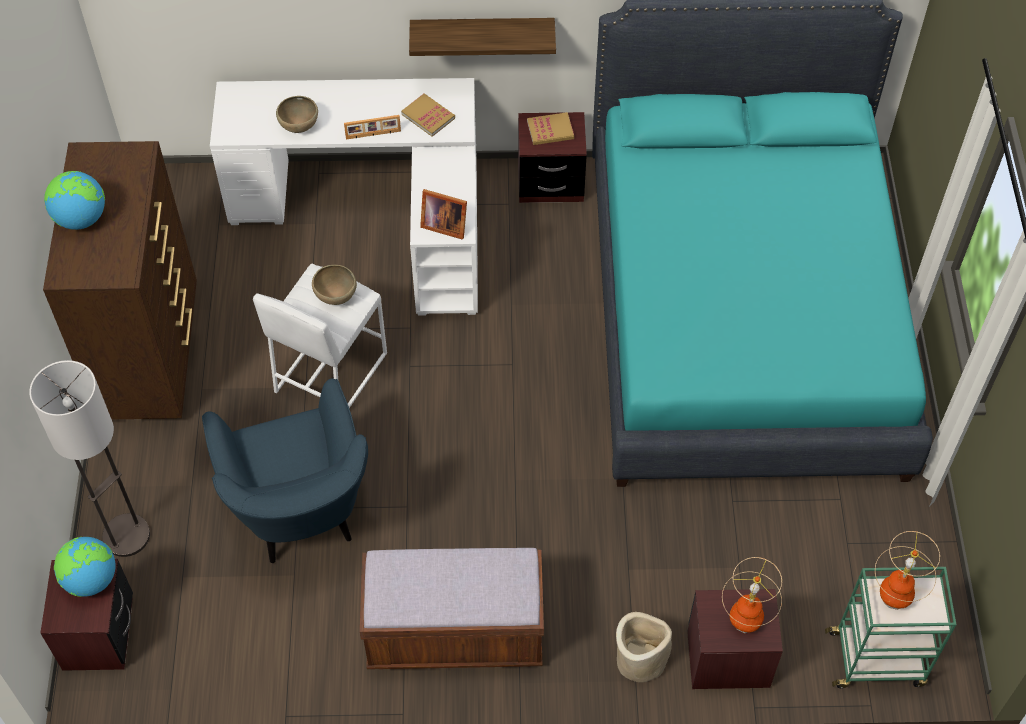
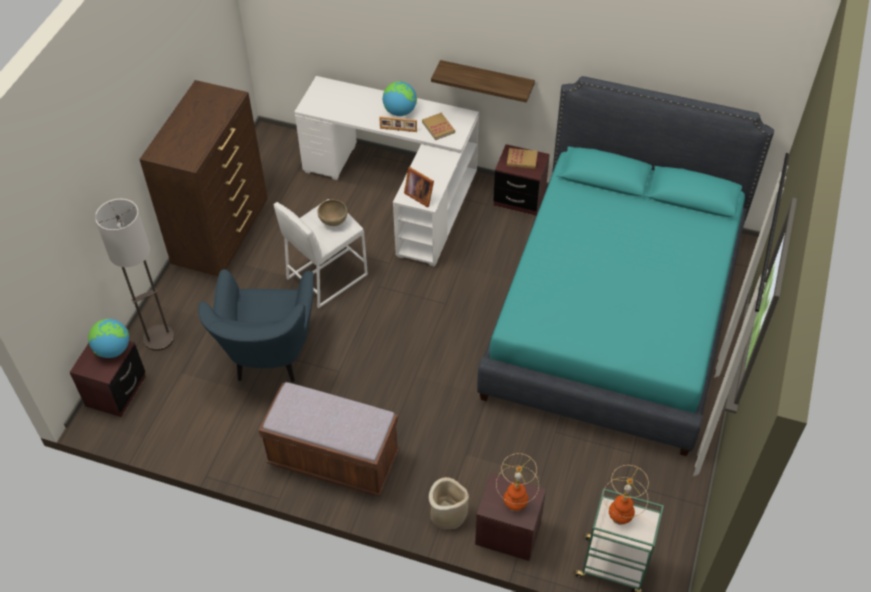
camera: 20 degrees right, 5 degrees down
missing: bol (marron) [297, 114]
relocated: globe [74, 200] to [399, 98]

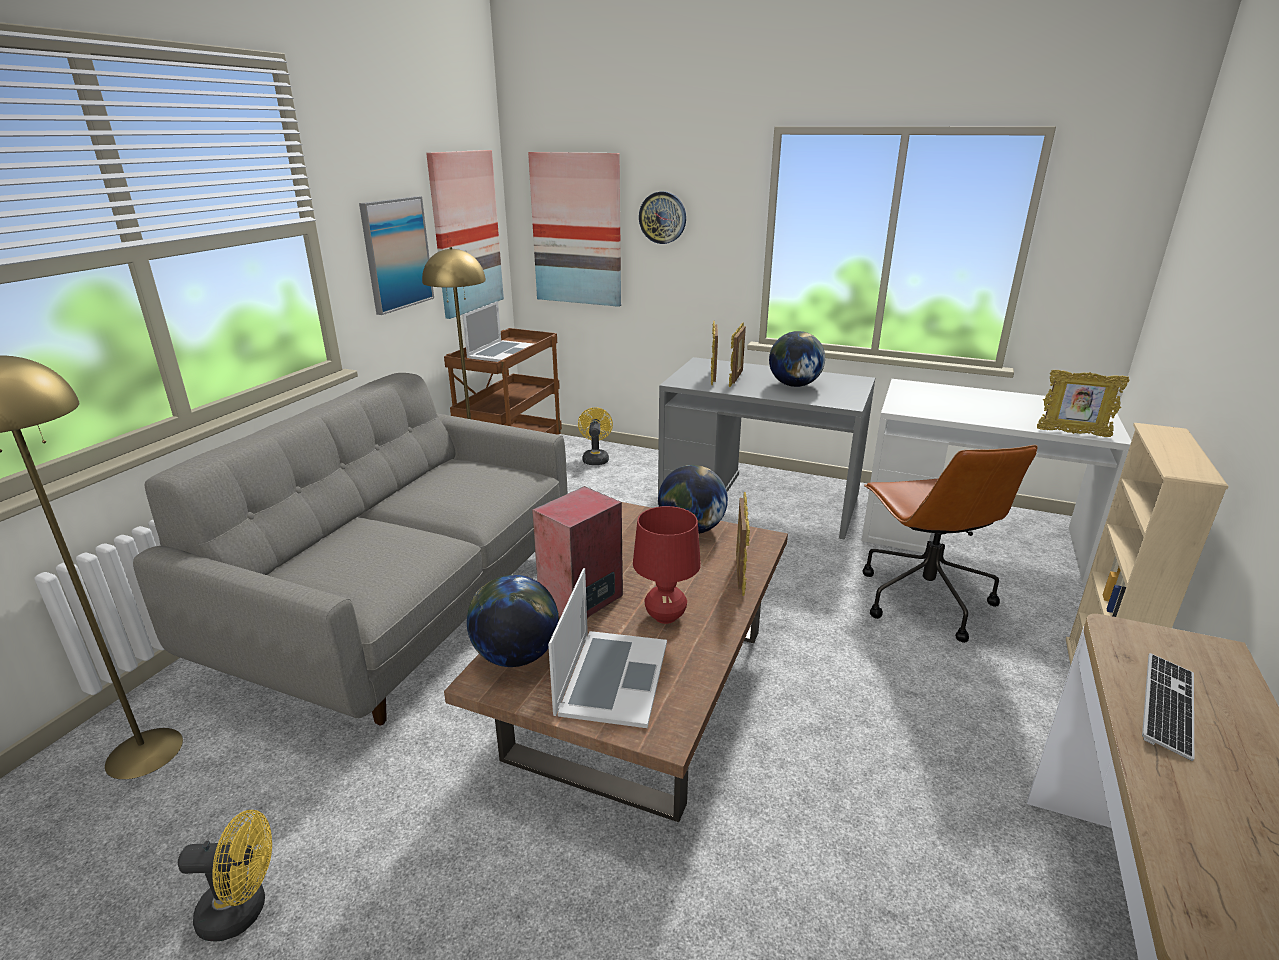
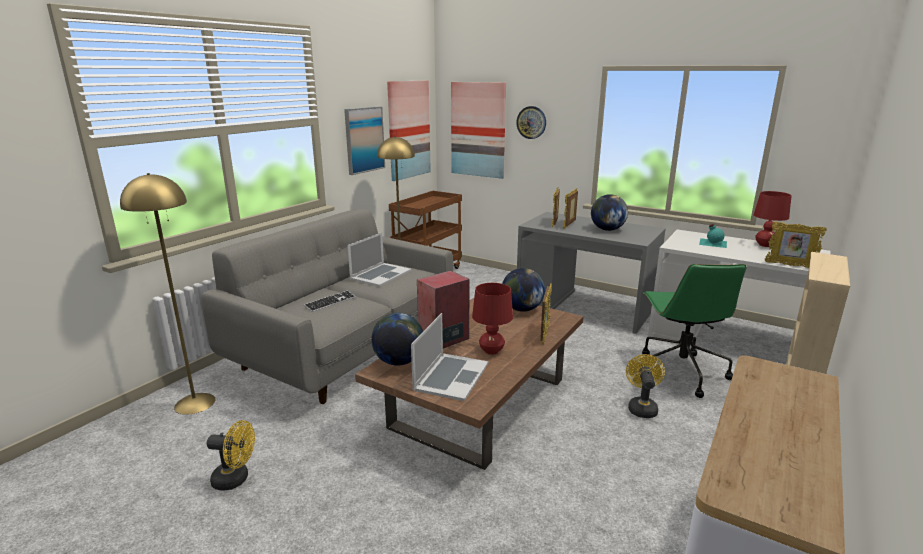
camera: 10 degrees right, 5 degrees down
appeared: bouteille (turquoise) [713, 236]; lampe de table (rouge) [773, 219]
relocated: clavier [1168, 707] to [330, 301]; ordinateur portable [498, 331] to [379, 260]; ventilateur (jaune) [595, 436] to [645, 386]
colour: chaise de bureau (marron) [950, 544] to chaise de bureau (vert) [694, 331]

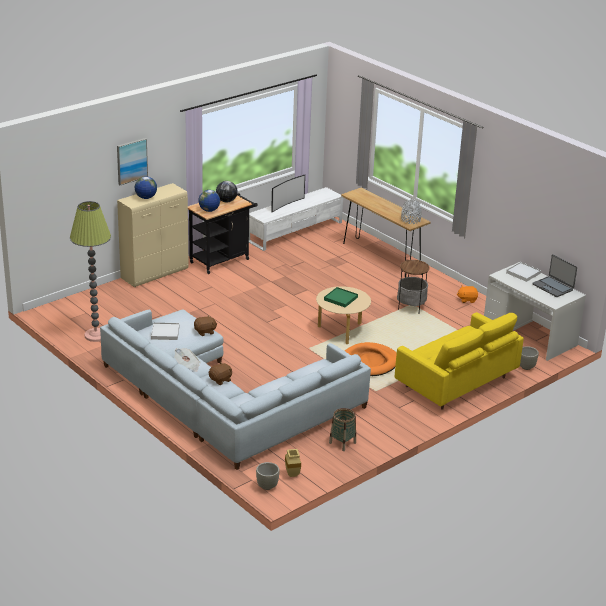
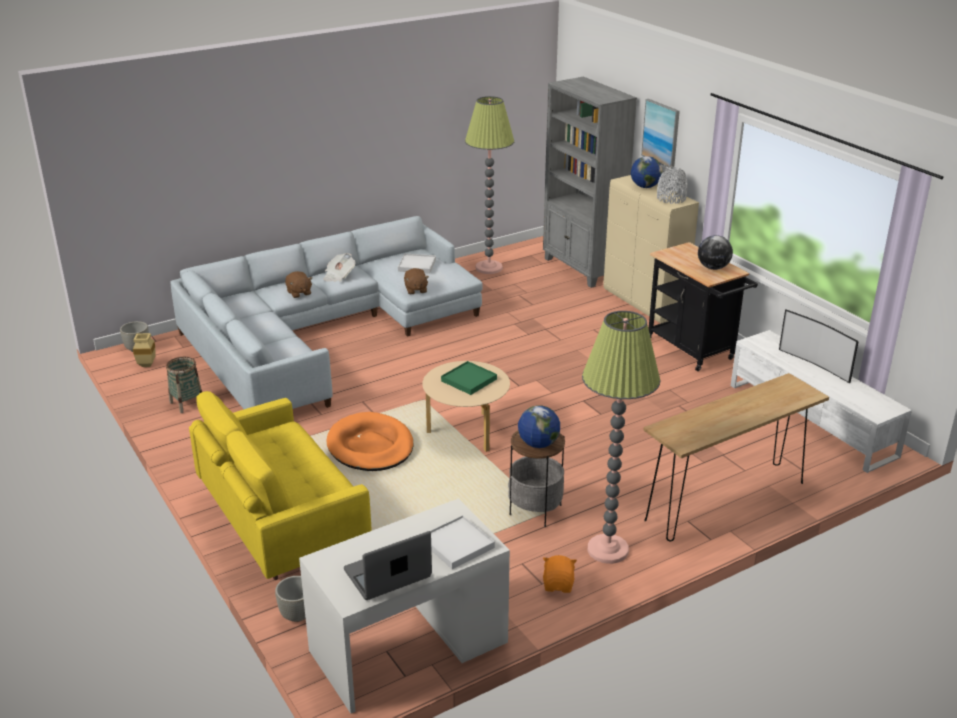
camera: 100 degrees right, 0 degrees up
appeared: bibliothèque (gris) [590, 182]; lampadaire [621, 437]
relocated: globe [209, 201] to [539, 426]; vase (gris) [411, 211] to [672, 185]

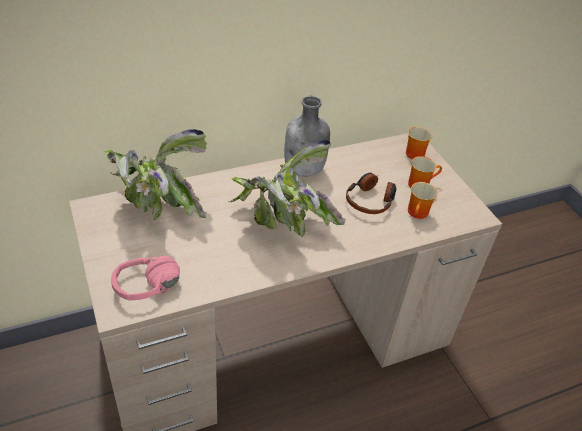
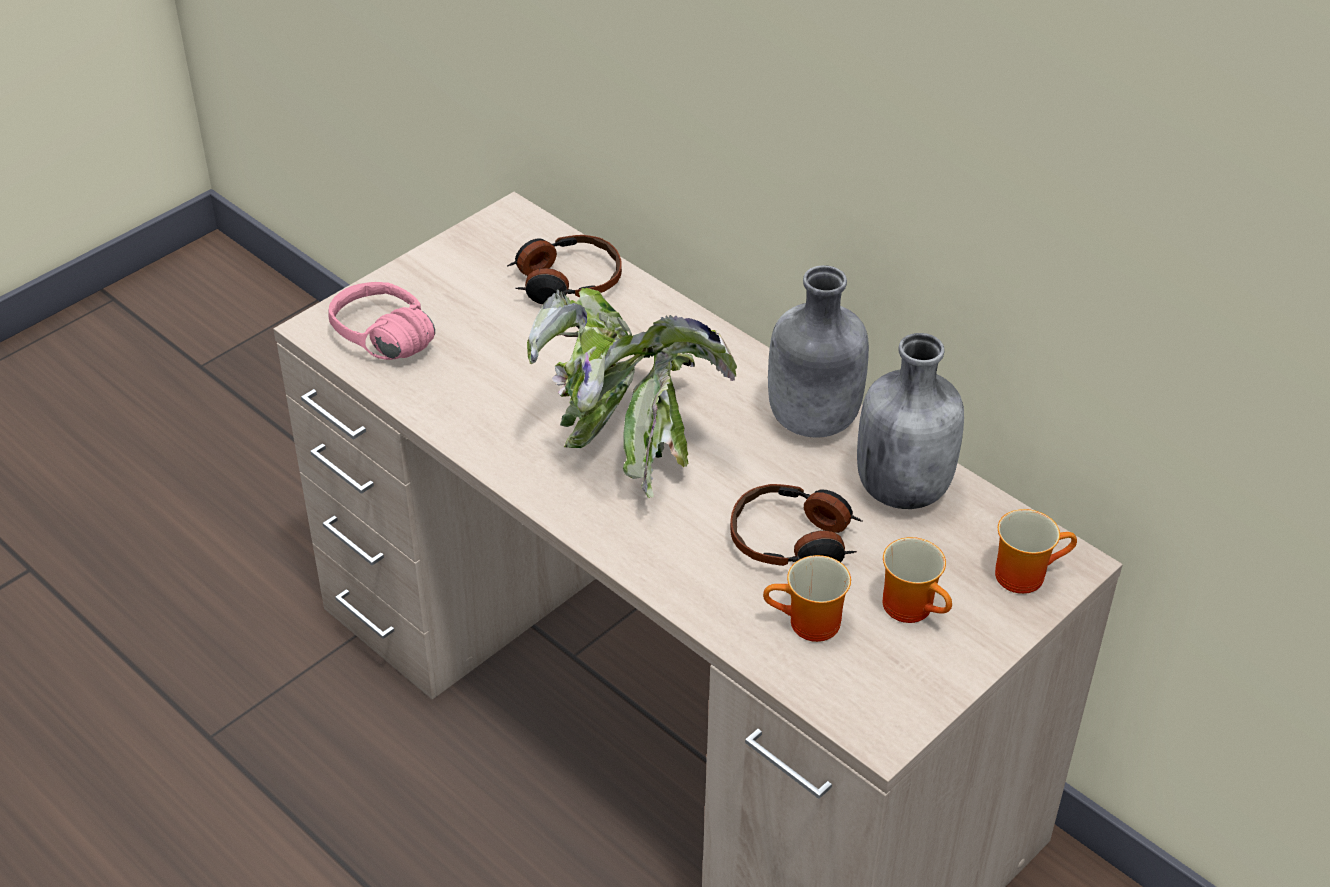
camera: 70 degrees right, 0 degrees up
appeared: bouteille (gris) [910, 421]
exchanged: plante en pot [155, 174] to casque audio [564, 269]

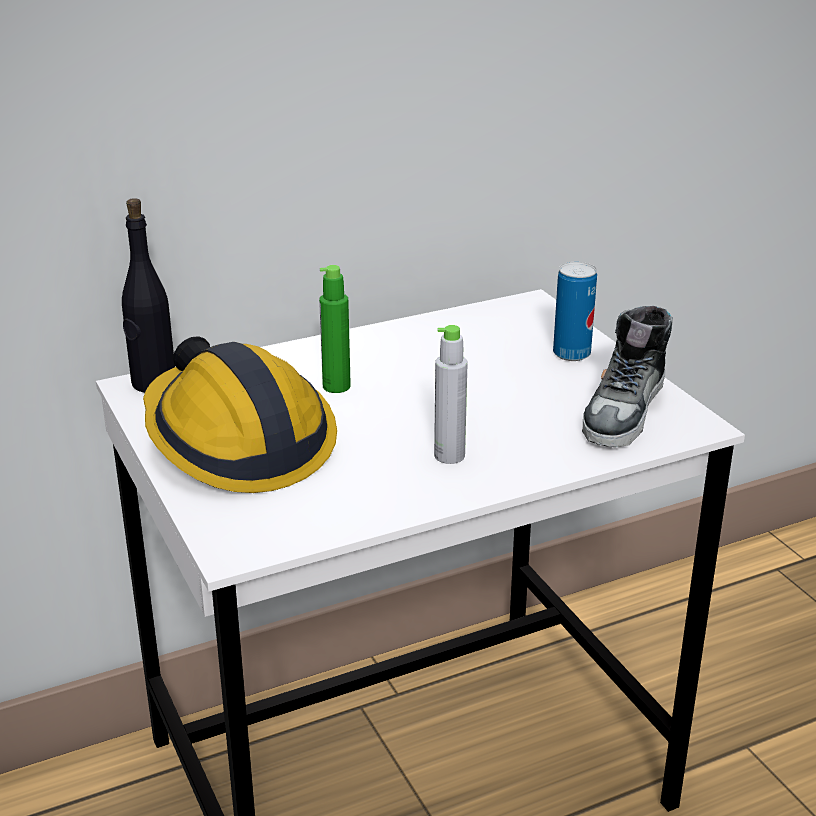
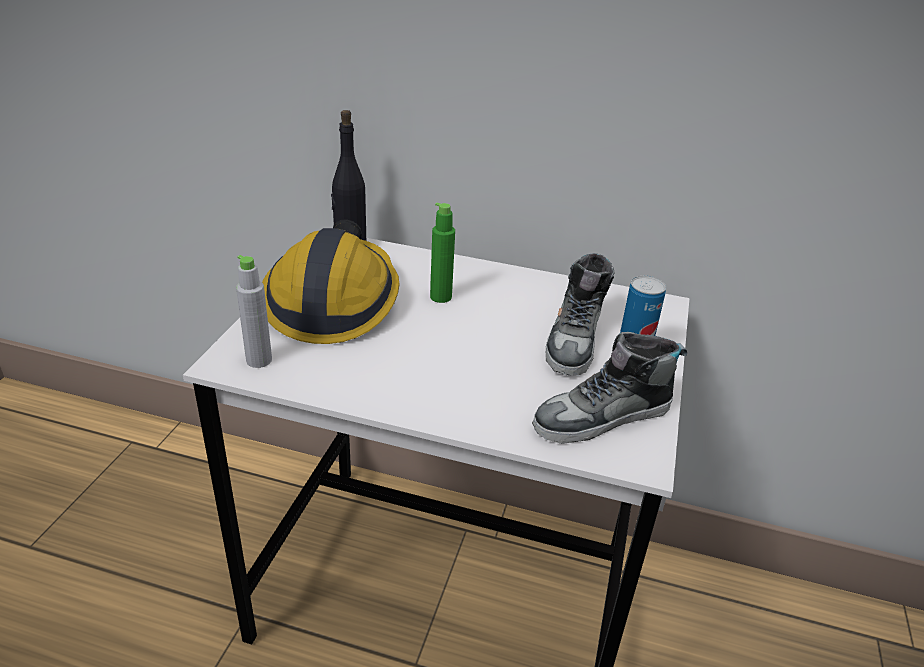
camera: 40 degrees right, 5 degrees up
appeared: chaussure [580, 314]
relocated: bouteille (gris) [451, 394] to [254, 311]

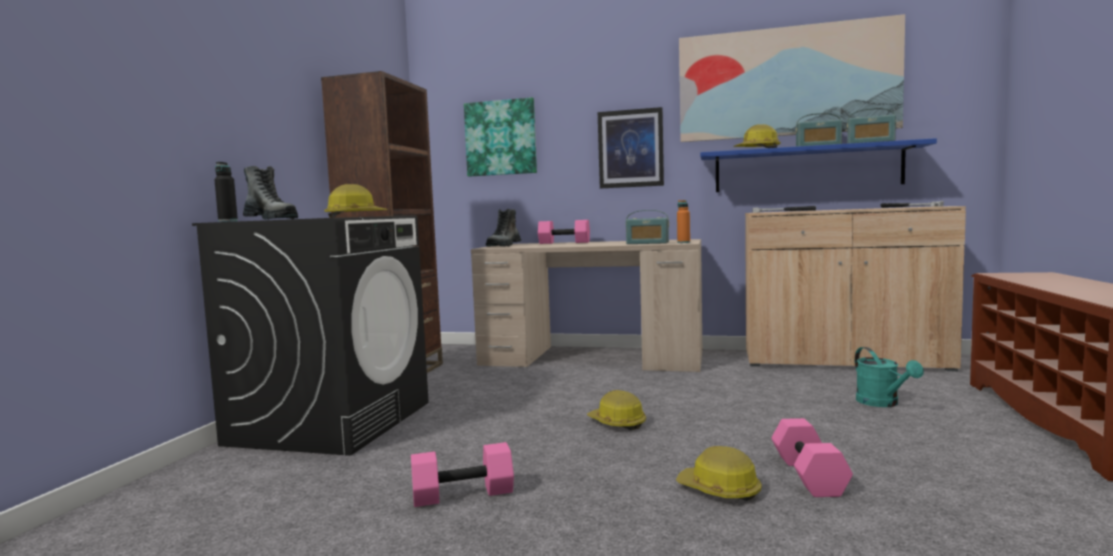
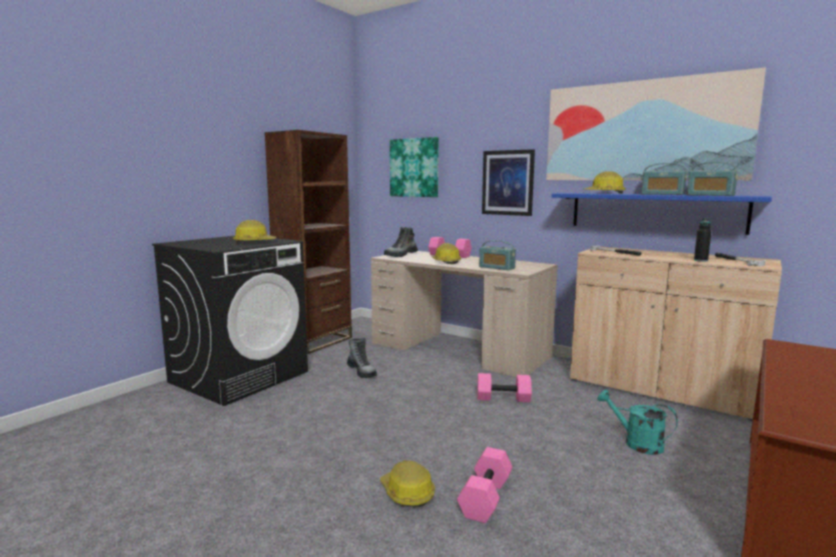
camera: 20 degrees right, 5 degrees up
missing: bouteille (orange) [683, 221]
relocated: botte [270, 192] to [362, 357]; casque de chantier [616, 410] to [446, 253]; haltère (rose) [462, 474] to [504, 387]; bouteille (noir) [226, 192] to [702, 240]
spun: arrosoir (turquoise) [889, 377] = [637, 422] 120 degrees clockwise

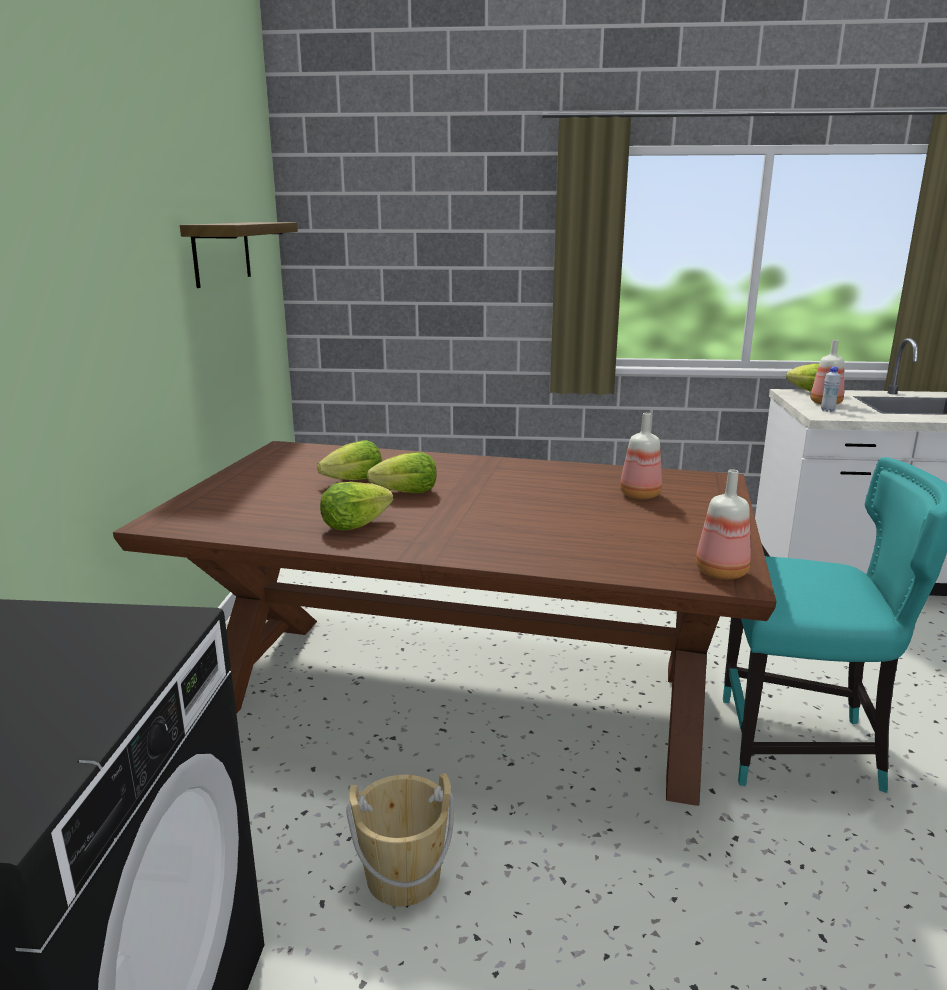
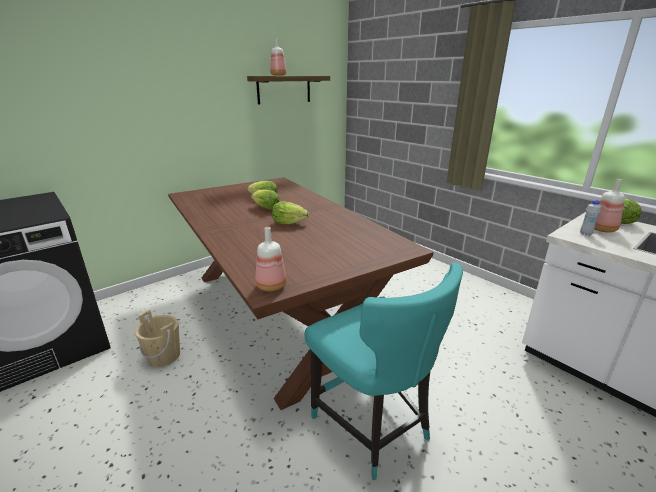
camera: 45 degrees right, 5 degrees up
relocated: bouteille [641, 456] to [278, 57]; laitue [356, 506] to [290, 212]

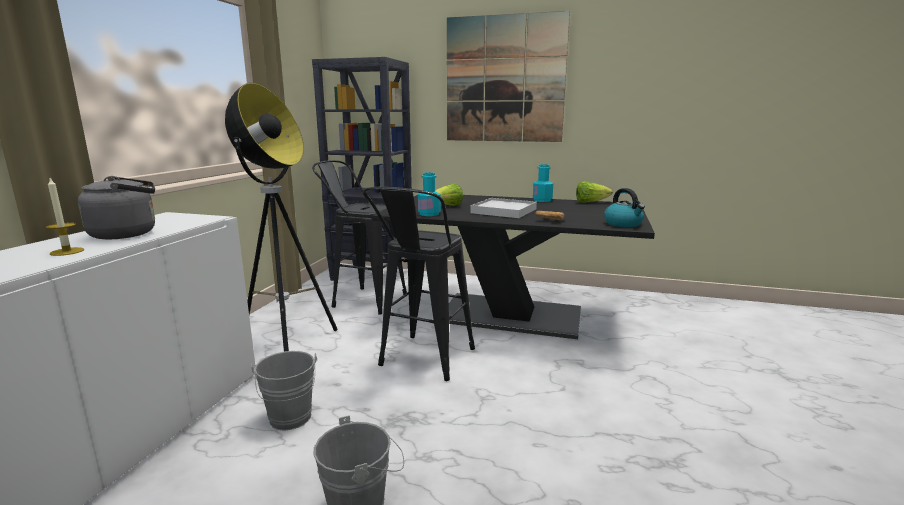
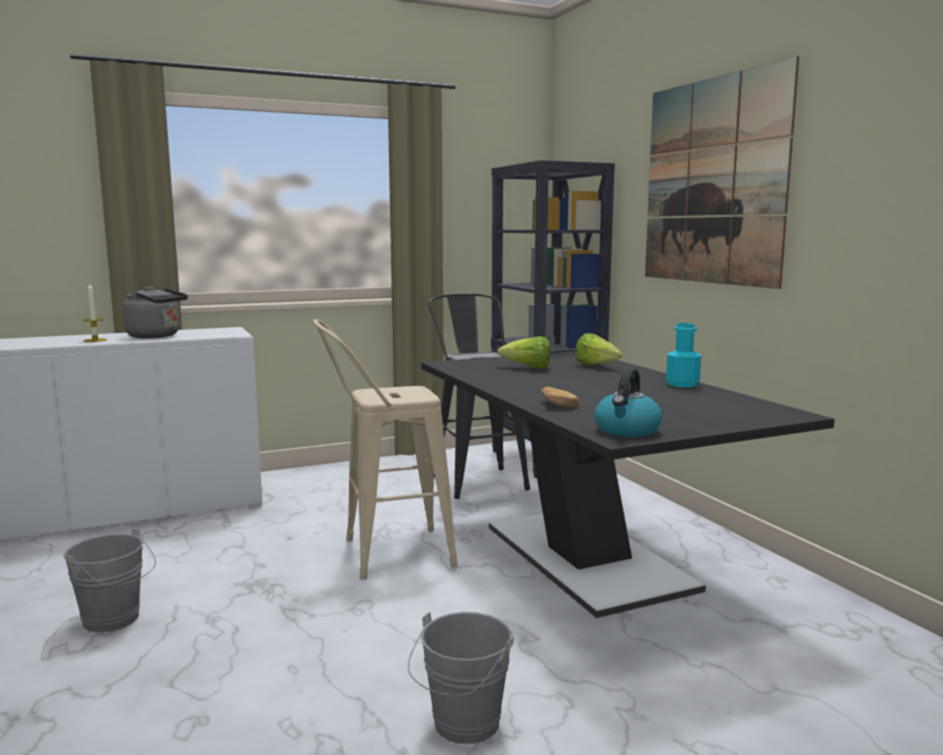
camera: 50 degrees right, 5 degrees down
missing: lampadaire [281, 217]; bouteille (turquoise) [429, 194]; plateau (blanc) [503, 208]
relocated: seau (gris) [284, 391] to [461, 678]; laitue [594, 192] to [599, 349]
colour: tabouret (noir) [419, 284] to tabouret (beige) [385, 449]

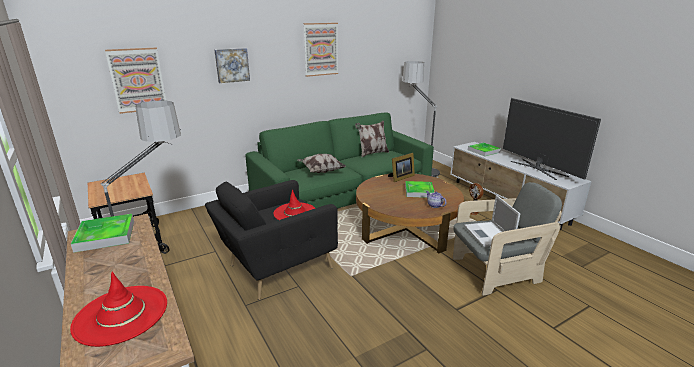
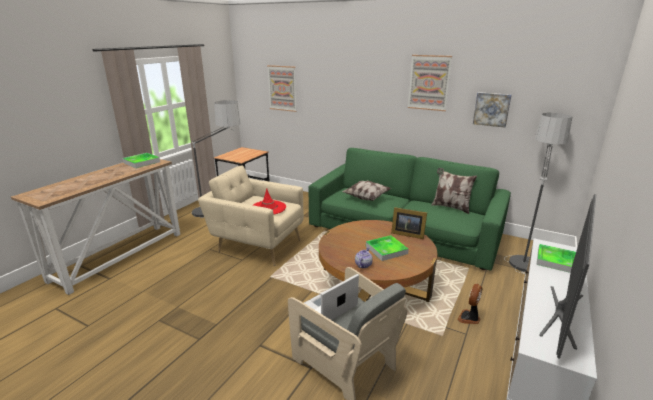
camera: 60 degrees right, 0 degrees up
missing: chapeau (rouge) [118, 309]
relocated: tableau [232, 65] to [492, 109]
colour: fauteuil (noir) [271, 240] to fauteuil (beige) [251, 216]

